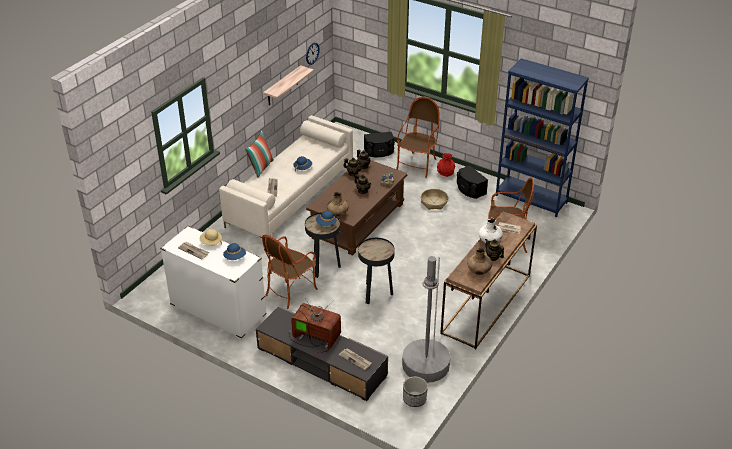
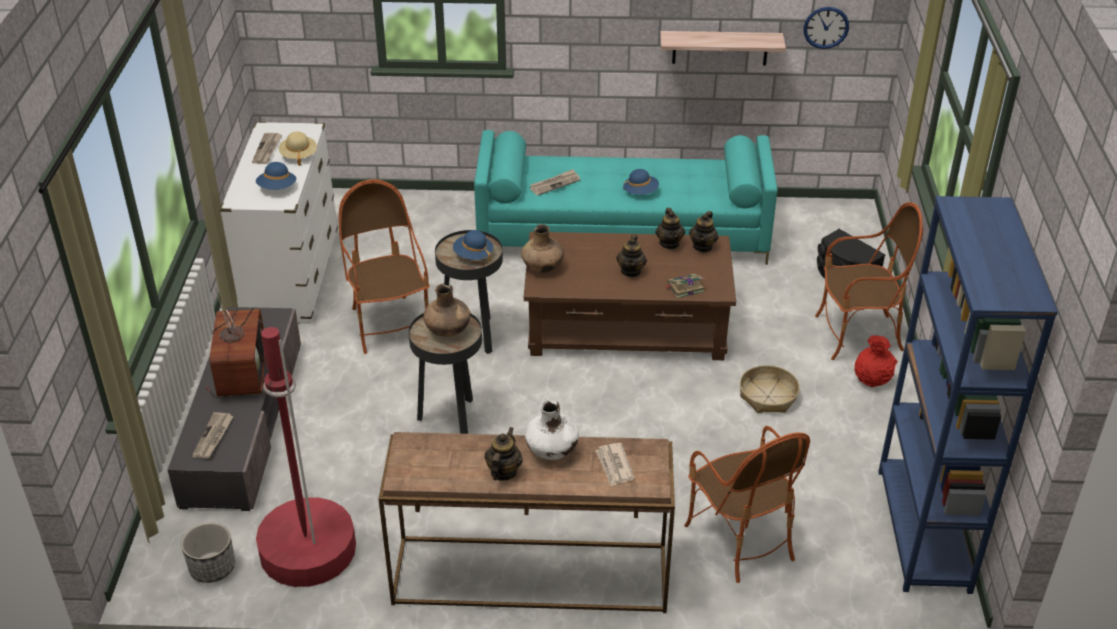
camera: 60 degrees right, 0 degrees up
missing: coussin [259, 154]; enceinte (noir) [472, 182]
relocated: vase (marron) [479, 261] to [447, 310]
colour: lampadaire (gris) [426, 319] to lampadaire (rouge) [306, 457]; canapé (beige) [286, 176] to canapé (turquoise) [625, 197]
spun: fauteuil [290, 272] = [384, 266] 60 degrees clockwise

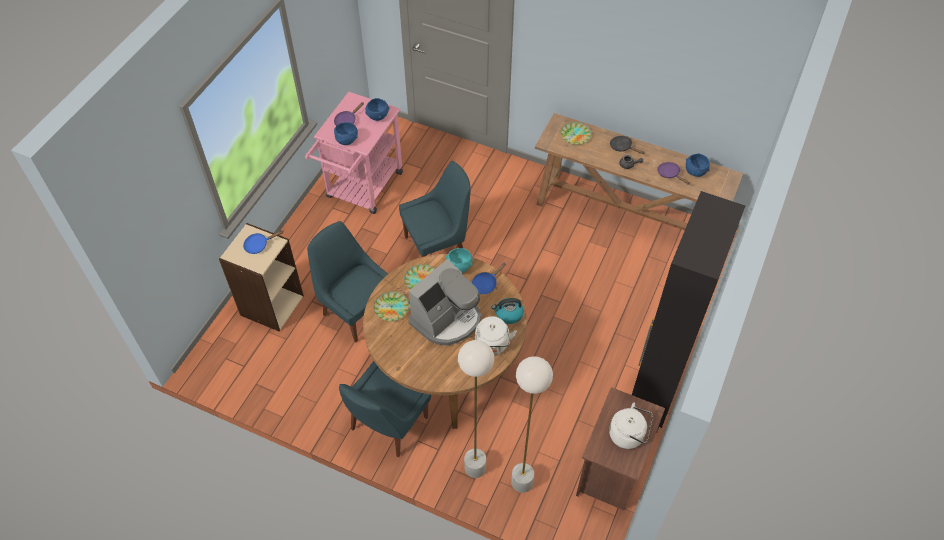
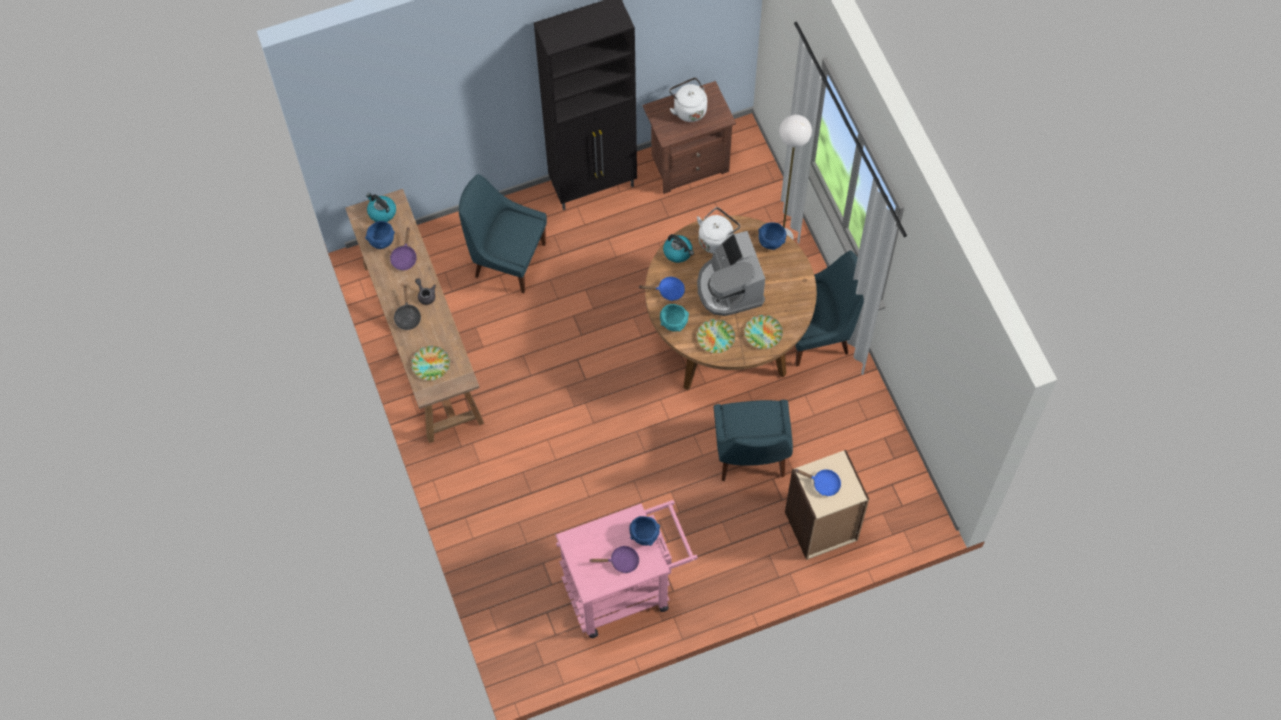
camera: 135 degrees left, 10 degrees up
missing: lampadaire (blanc) [532, 424]
appeared: bouilloire [381, 207]
relocated: chaise (bleu) [435, 209] to [503, 233]; bol (bleu) [377, 109] to [772, 236]
spun: machine à café [445, 302] = [731, 273] 105 degrees counterclockwise

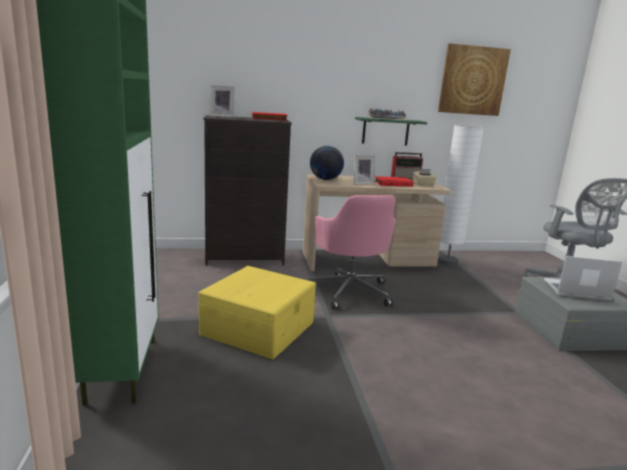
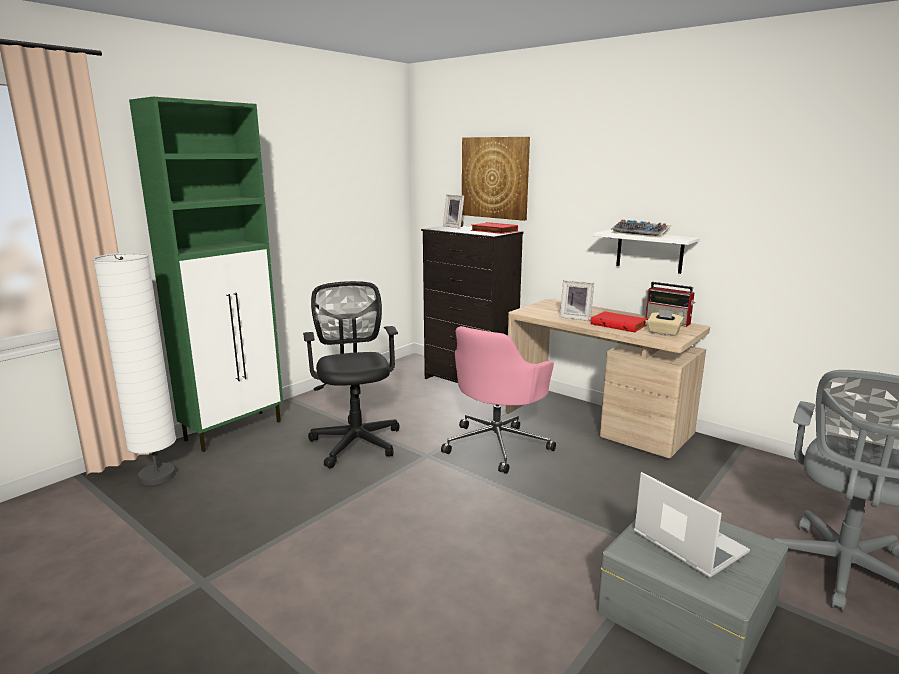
camera: 50 degrees right, 0 degrees up
missing: globe [327, 163]
relocated: lampadaire (blanc) [461, 195] to [134, 369]; tableau [474, 79] to [496, 179]
exchanged: boîte de rangement (jaune) [257, 312] to chaise de bureau (noir) [351, 374]
colour: étagère (vert) [391, 131] to étagère (blanc) [646, 252]

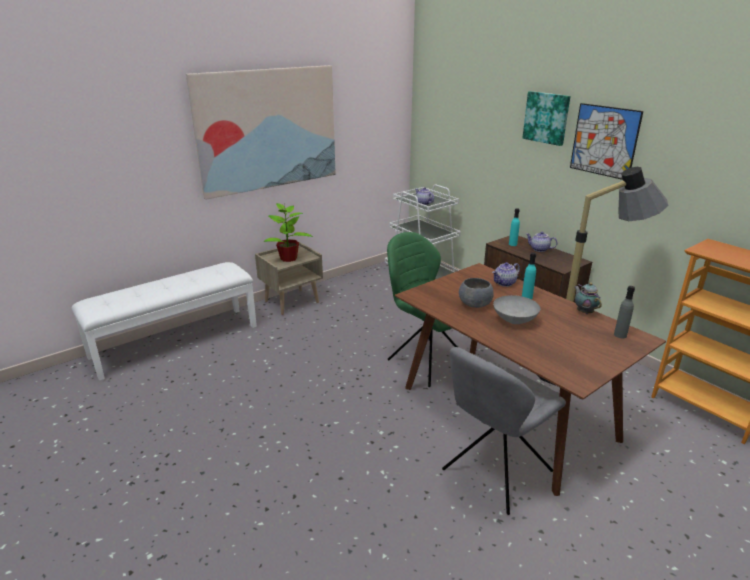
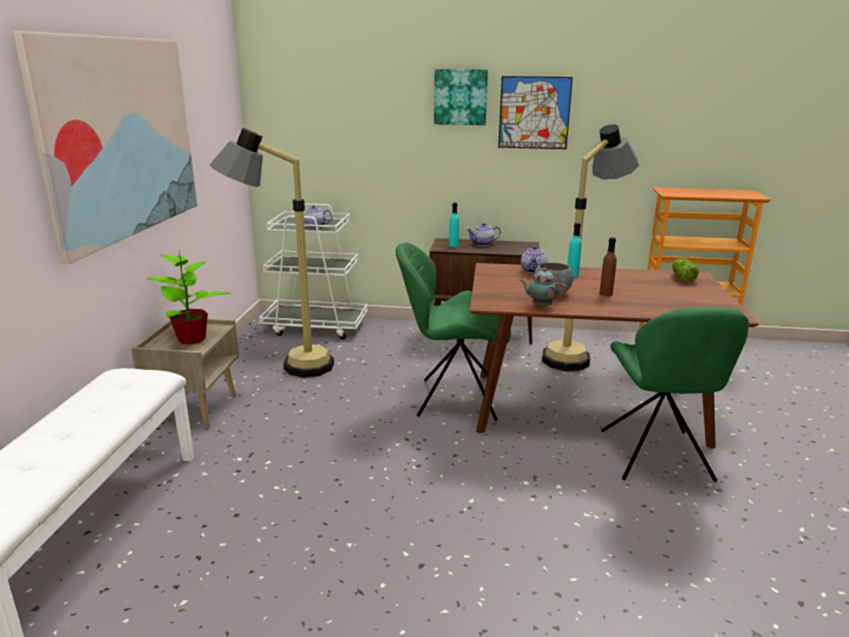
camera: 45 degrees left, 5 degrees down
appeared: lampadaire [271, 253]
relocated: théière [588, 298] to [543, 287]
exchanged: bol (gris) [516, 309] to bouteille (marron) [608, 266]; bouteille (gris) [624, 312] to laitue [685, 270]
colour: chaise (gris) [504, 431] to chaise (vert) [675, 394]

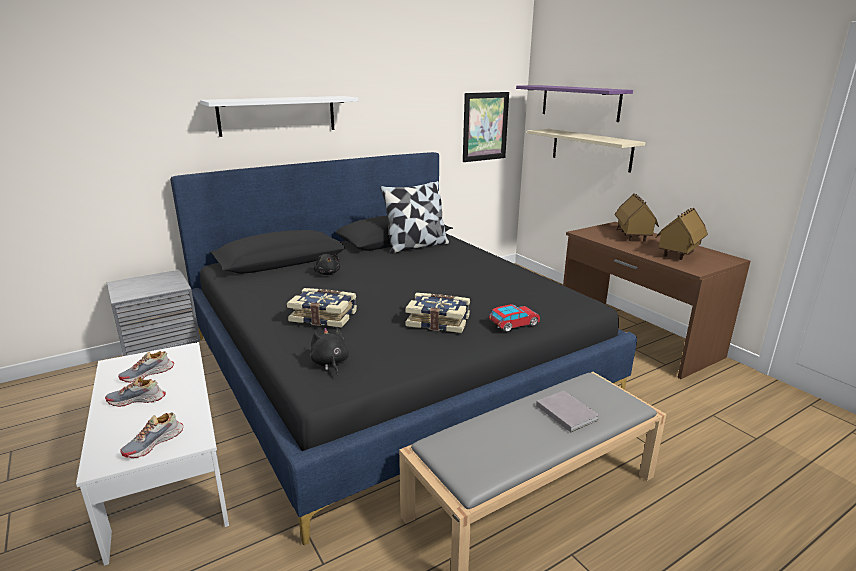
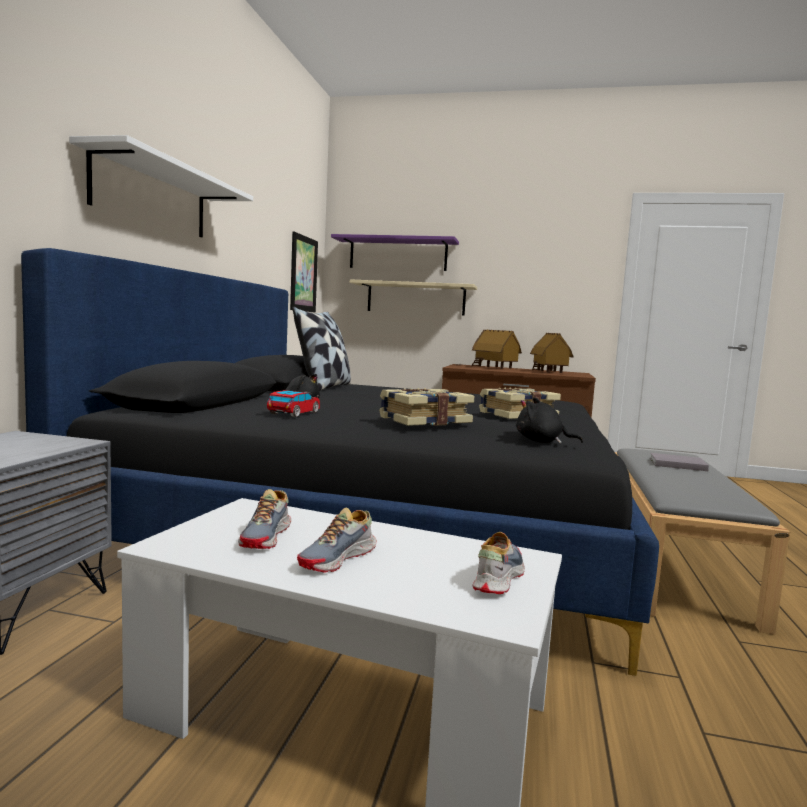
camera: 45 degrees left, 15 degrees down
relocated: petite voiture [514, 317] to [293, 403]
spun: chaussure [151, 435] = [498, 563] 150 degrees counterclockwise

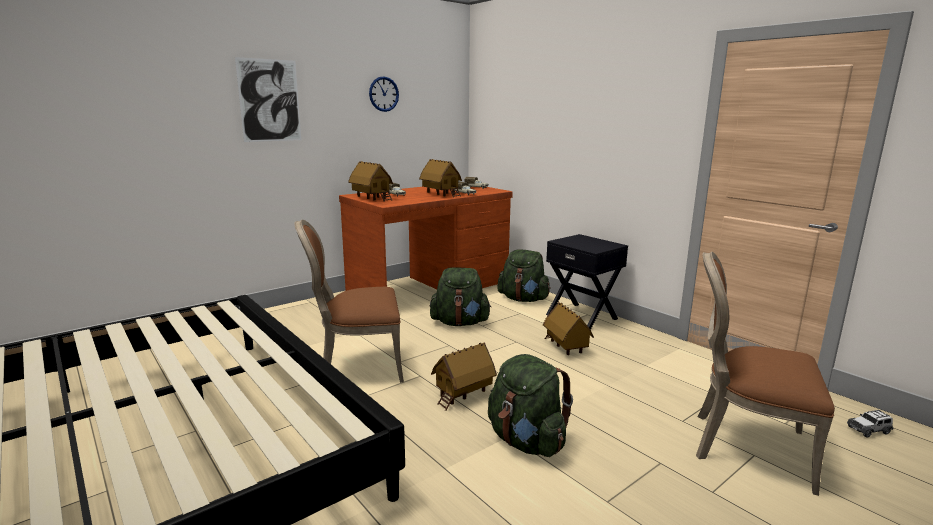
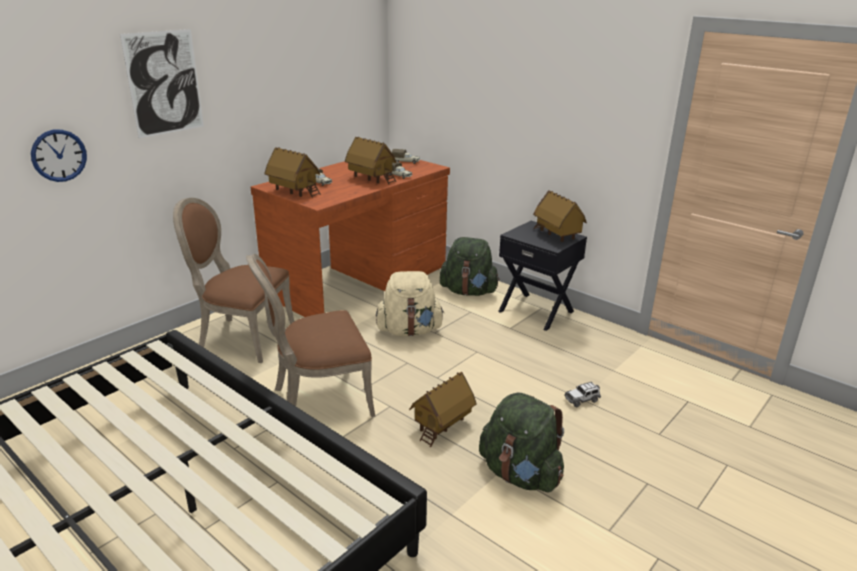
camera: 10 degrees left, 10 degrees up
relocated: horloge murale [384, 94] to [59, 156]; chaise (marron) [765, 374] to [233, 280]; maison miniature [568, 328] to [560, 216]; petite voiture [870, 424] to [582, 394]
colour: sac à dos (vert) [461, 296] to sac à dos (beige) [410, 303]

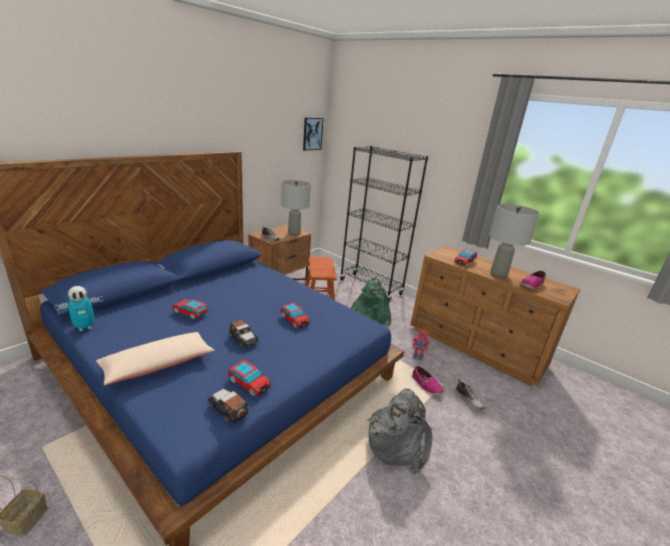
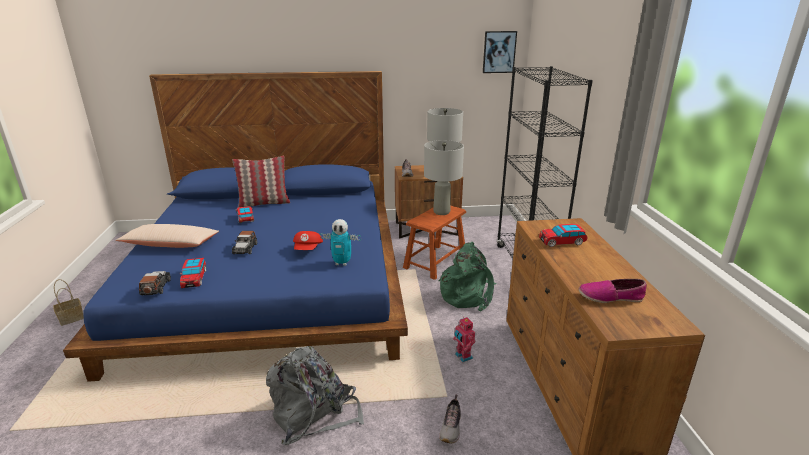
camera: 45 degrees right, 0 degrees up
missing: chaussure [428, 380]
appeared: coussin [261, 181]
relocated: robot jouet [78, 308] to [340, 242]; lampe de table (gris) [514, 241] to [444, 177]
exchanged: petite voiture [295, 315] to casquette (rouge) [308, 240]

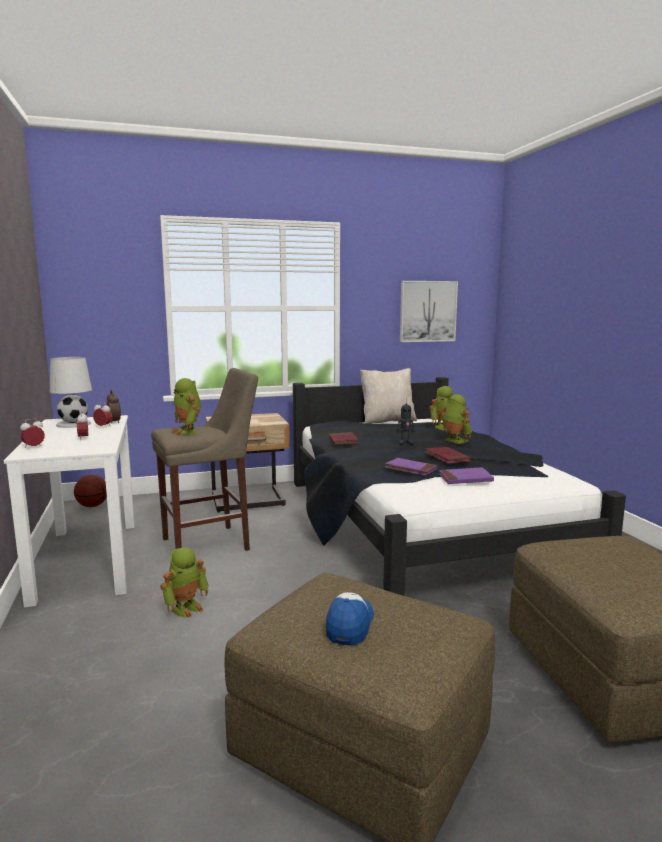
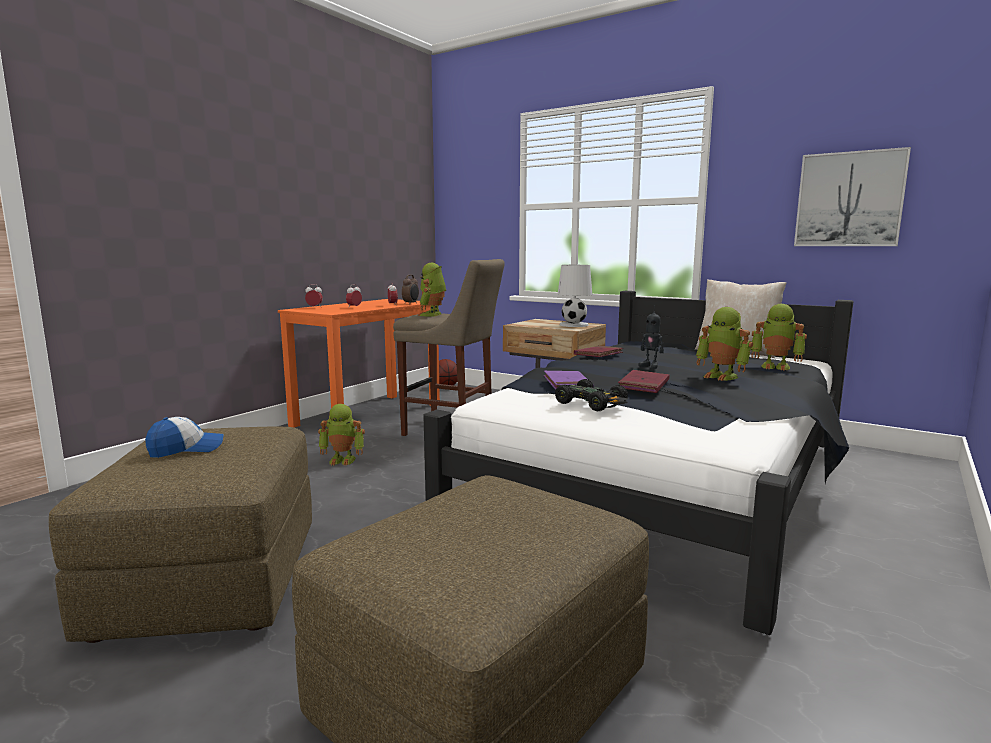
camera: 50 degrees right, 0 degrees up
relocated: lampe de table (blanc) [71, 392] to [575, 296]
exchanged: livre (violet) [466, 475] to petite voiture (noir) [591, 395]
colour: bureau (blanc) [69, 511] to bureau (orange) [359, 363]
spun: robot jouet [456, 419] = [724, 344] 120 degrees clockwise

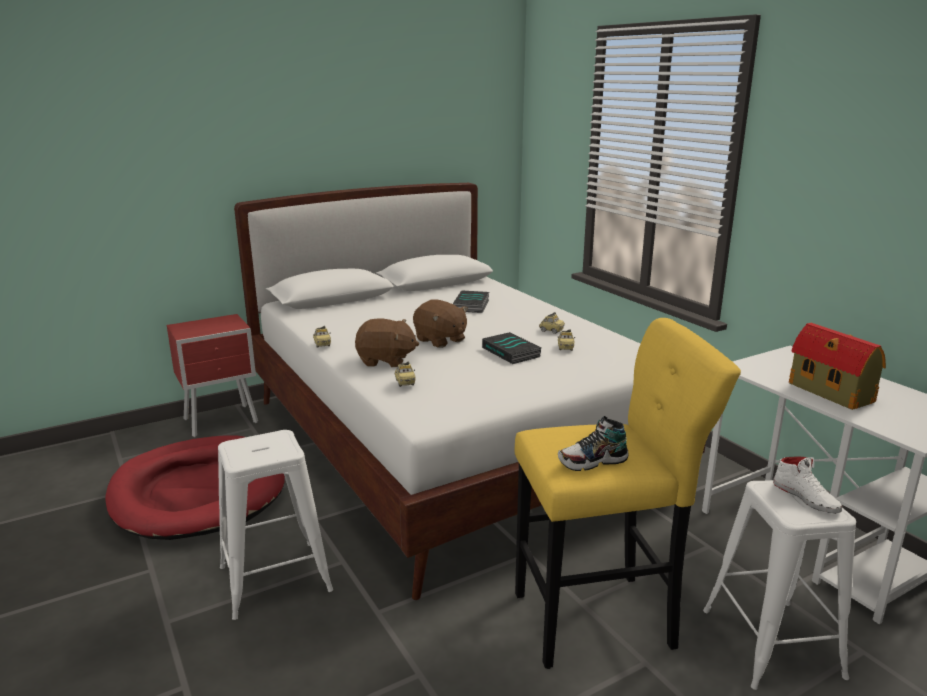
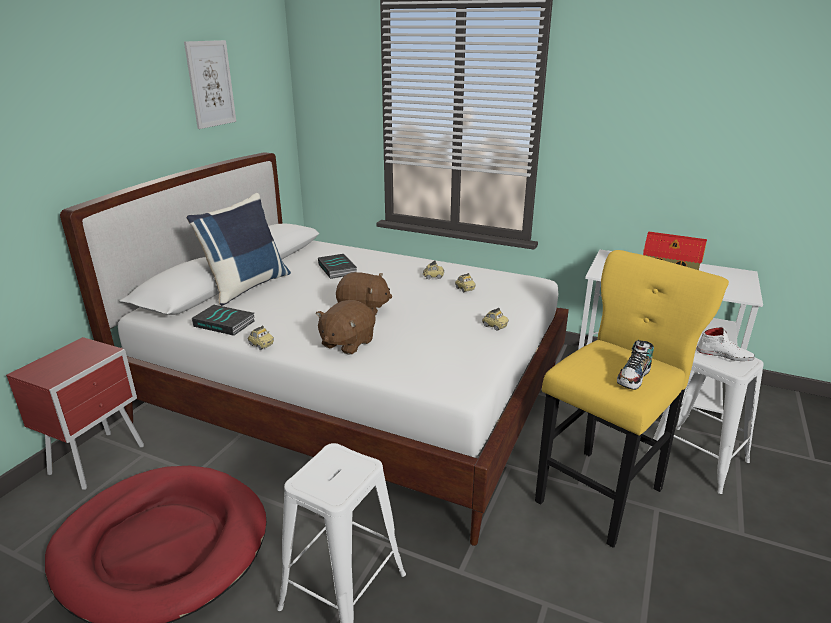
camera: 35 degrees left, 5 degrees up
appeared: tableau [210, 84]; coussin (bleu) [238, 249]
relocated: livre [511, 348] to [223, 320]; petite voiture [405, 374] to [495, 319]
spun: peluche (marron) [387, 343] = [345, 327] 150 degrees clockwise

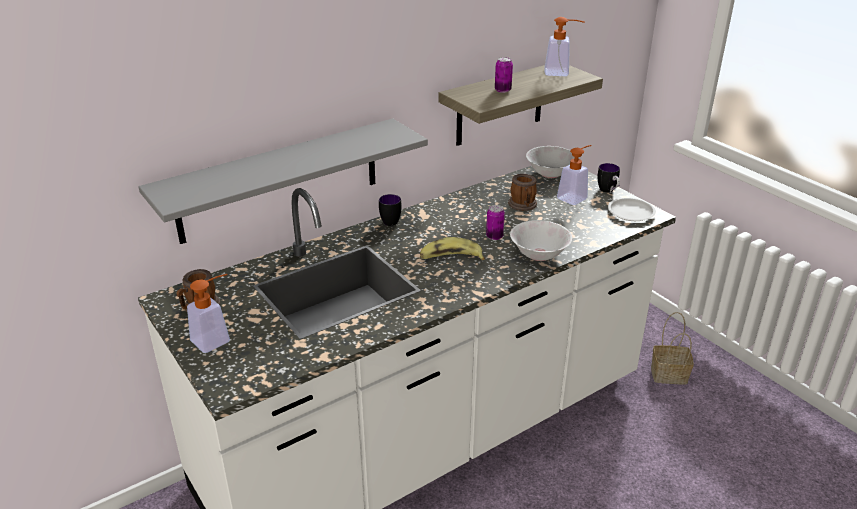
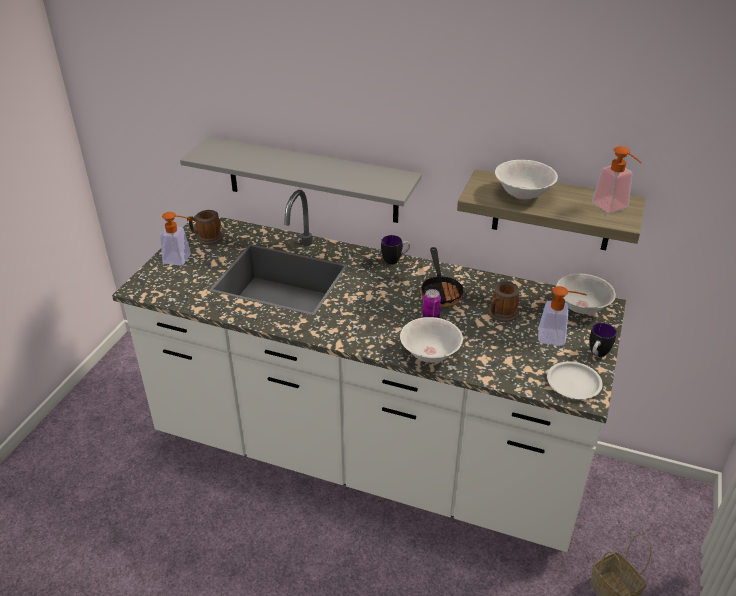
camera: 55 degrees right, 5 degrees up
missing: banane [452, 248]
appeared: poêle [442, 277]
exchanged: boîte métallique [504, 75] to bol (blanc) [526, 180]

